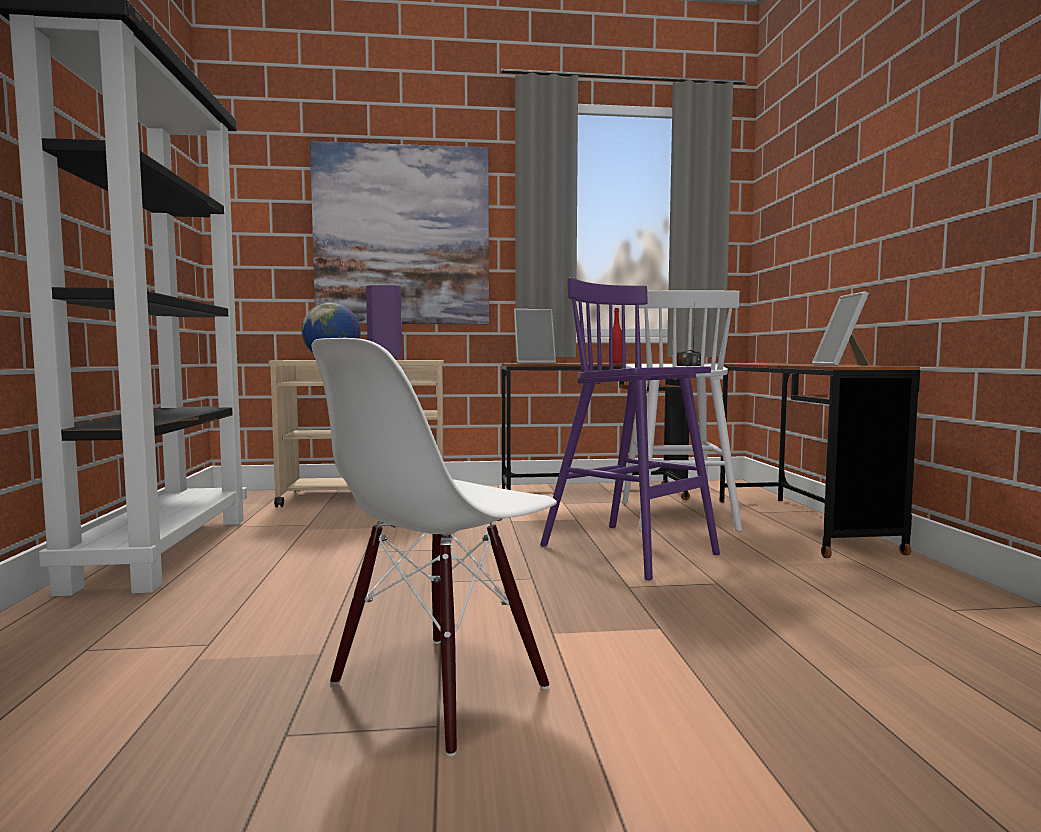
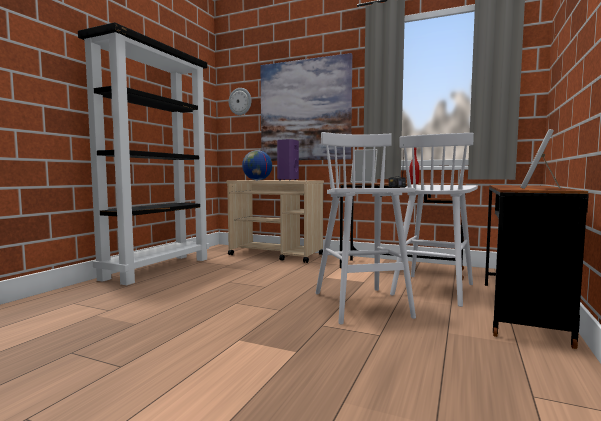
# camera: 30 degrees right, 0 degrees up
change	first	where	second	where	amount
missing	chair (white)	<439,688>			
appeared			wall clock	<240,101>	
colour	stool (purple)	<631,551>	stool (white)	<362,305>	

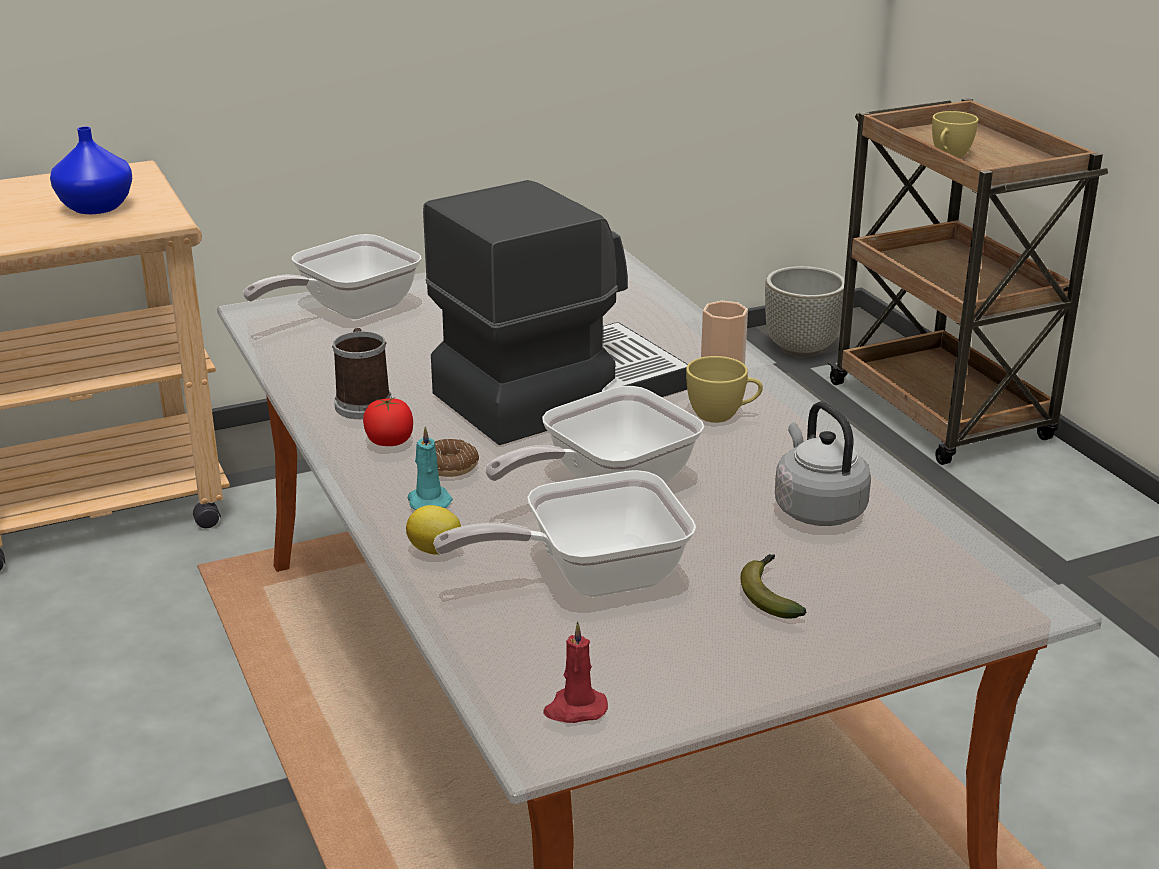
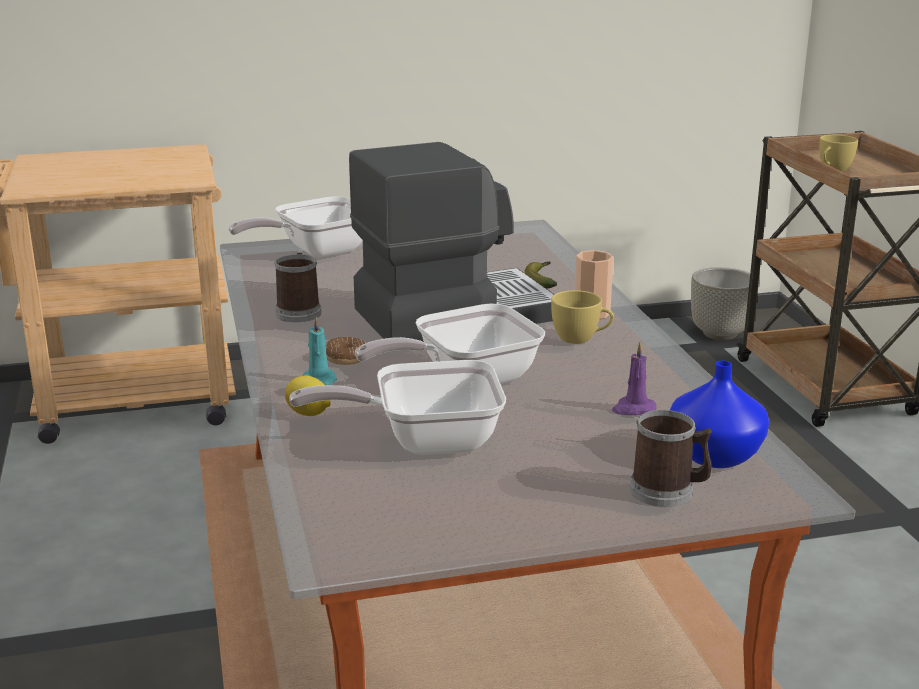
# camera: 10 degrees right, 5 degrees down
change	first	where	second	where	amount
missing	tomato	<389,442>			
missing	candle (red)	<575,709>			
appeared			mug	<668,491>	
relocated	vase (blue)	<97,207>		<715,455>	
relocated	banana	<770,594>		<542,280>	
exchanged	kettle (grey)	<817,508>	candle (purple)	<633,409>	

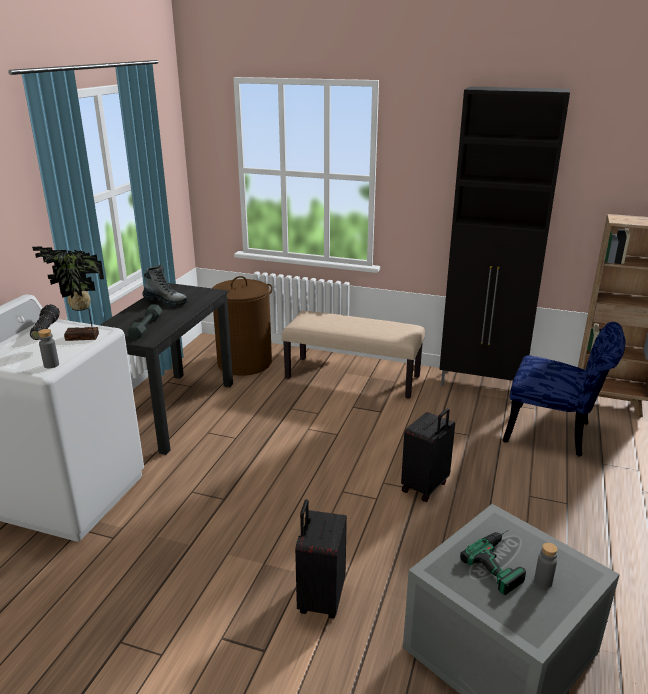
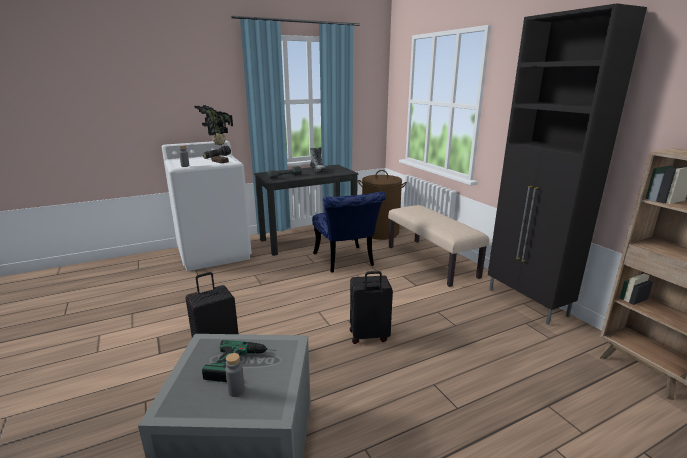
# camera: 45 degrees right, 5 degrees down
change	first	where	second	where	amount
relocated	chair (blue)	<555,434>		<346,262>	

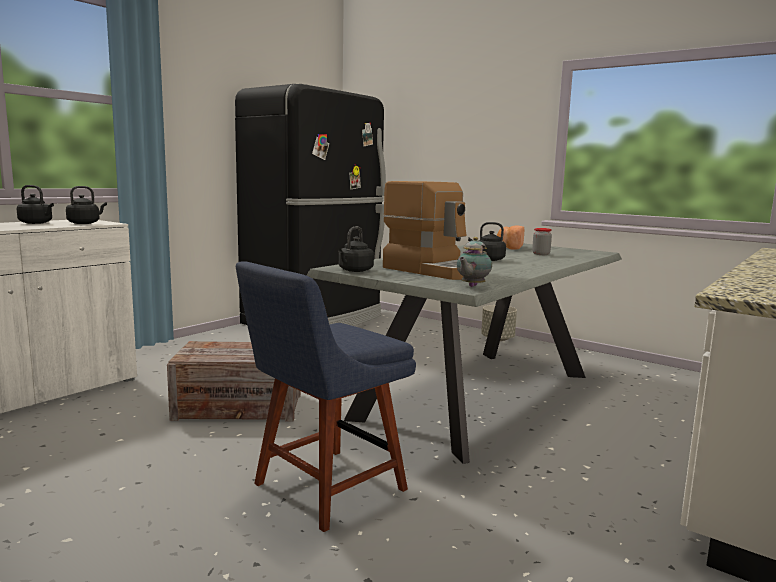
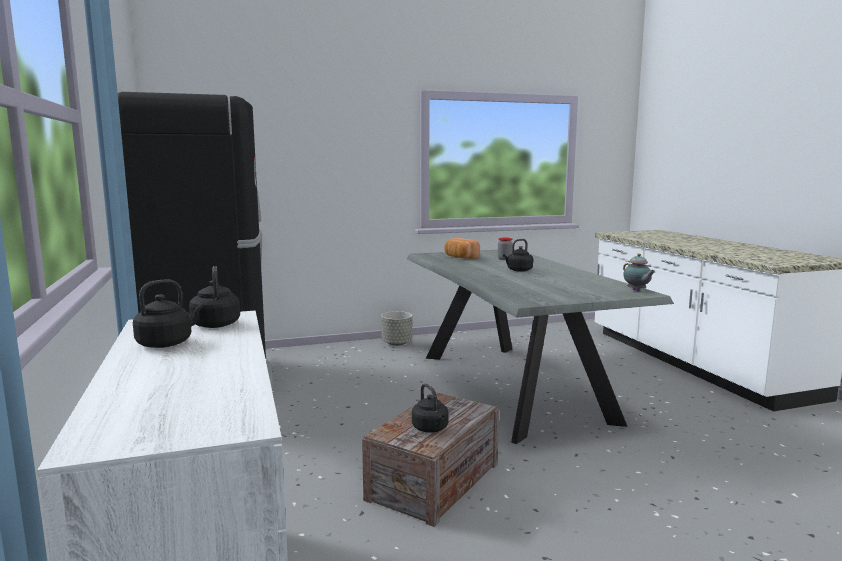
# camera: 55 degrees left, 0 degrees up
change	first	where	second	where	amount
missing	chair (blue)	<324,489>			
missing	coffee machine	<435,270>			
relocated	kettle (black)	<354,270>		<431,429>	

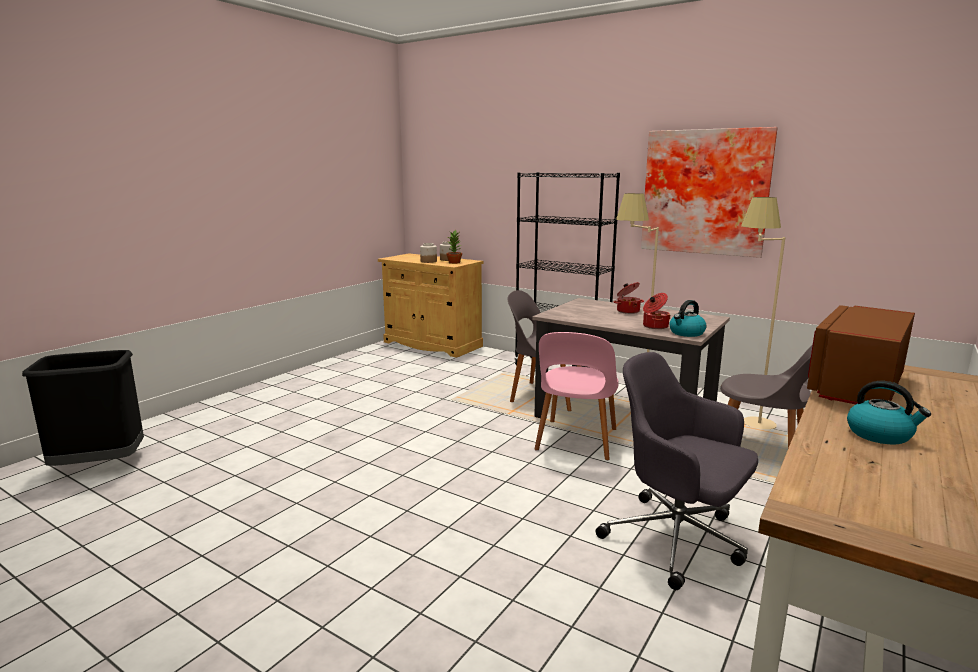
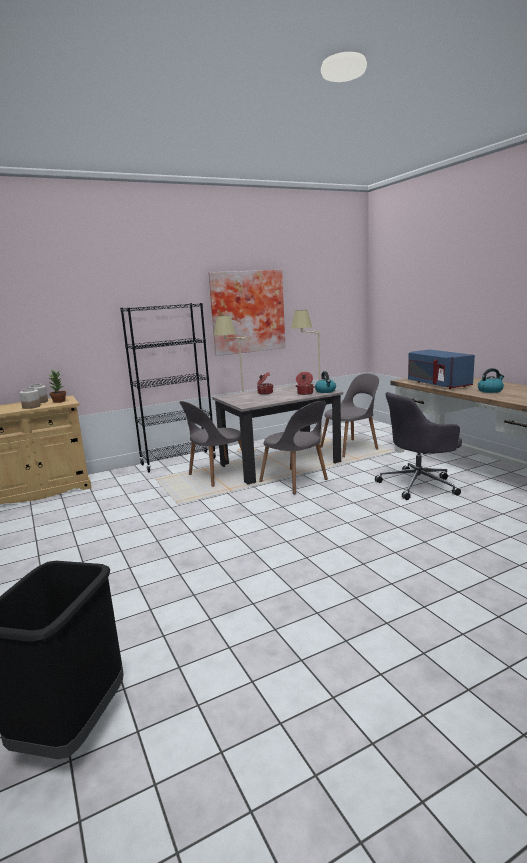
# camera: 60 degrees left, 0 degrees up
change	first	where	second	where	amount
colour	chair (pink)	<576,441>	chair (grey)	<295,481>	
colour	microwave (brown)	<854,387>	microwave (blue)	<437,384>	

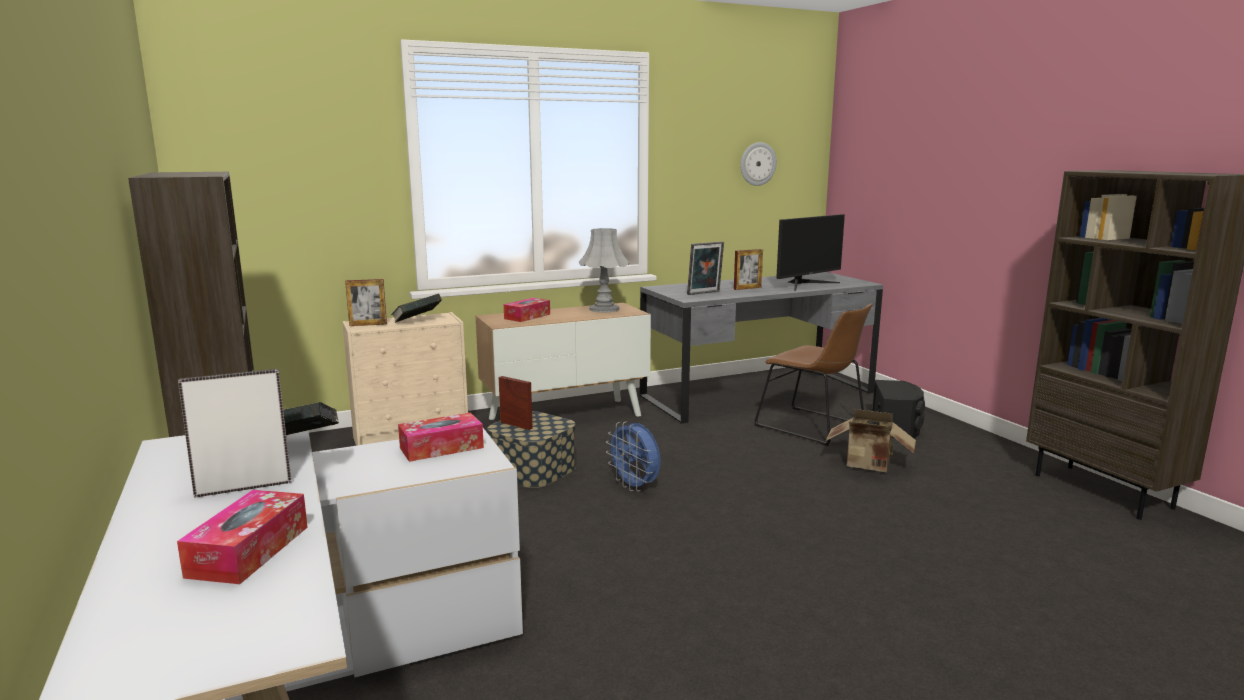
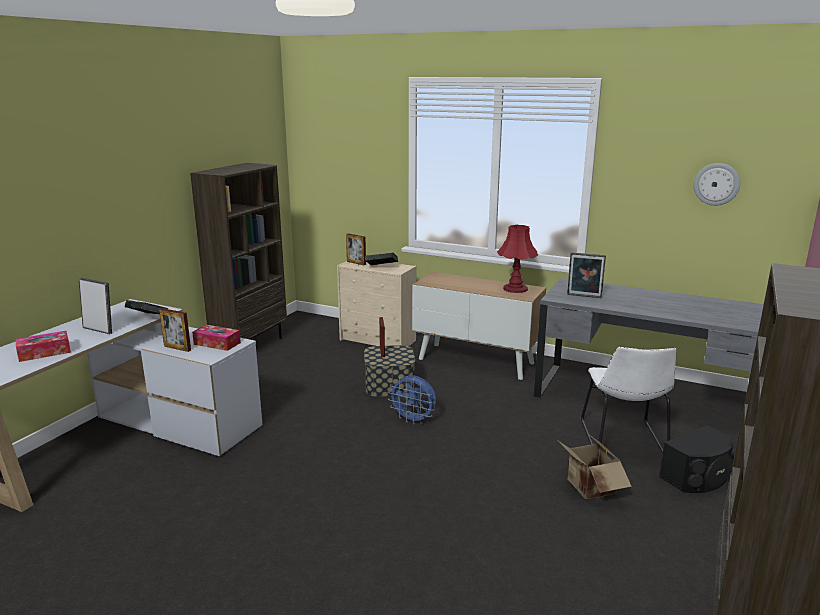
# camera: 50 degrees right, 5 degrees up
change	first	where	second	where	amount
missing	tissue box	<527,316>			
missing	monitor	<805,284>			
relocated	picture frame	<747,288>		<177,348>	
colour	table lamp (grey)	<604,309>	table lamp (red)	<515,289>	
colour	chair (brown)	<813,427>	chair (white)	<623,443>	
spun	fan (blue)	<635,487>		<413,420>	75 degrees counterclockwise

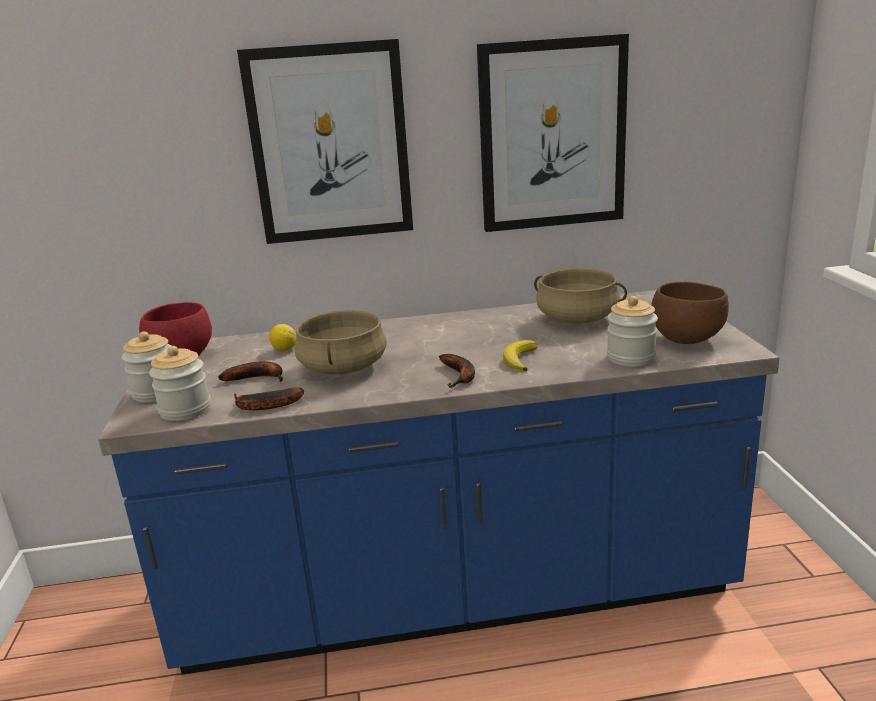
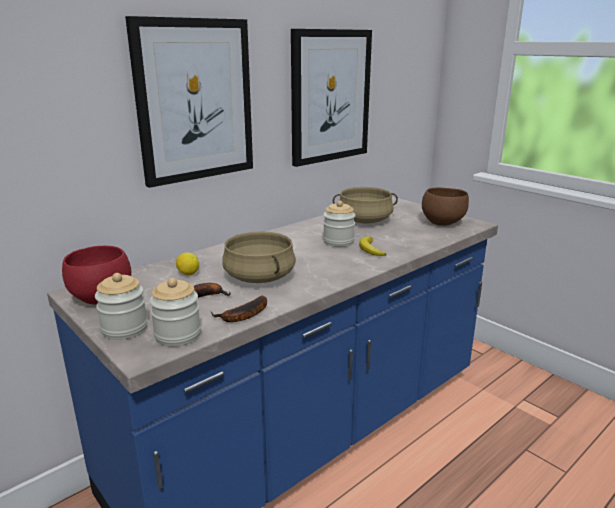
# camera: 35 degrees left, 0 degrees up
change	first	where	second	where	amount
missing	banana	<460,375>			
relocated	jar	<631,358>		<338,241>	

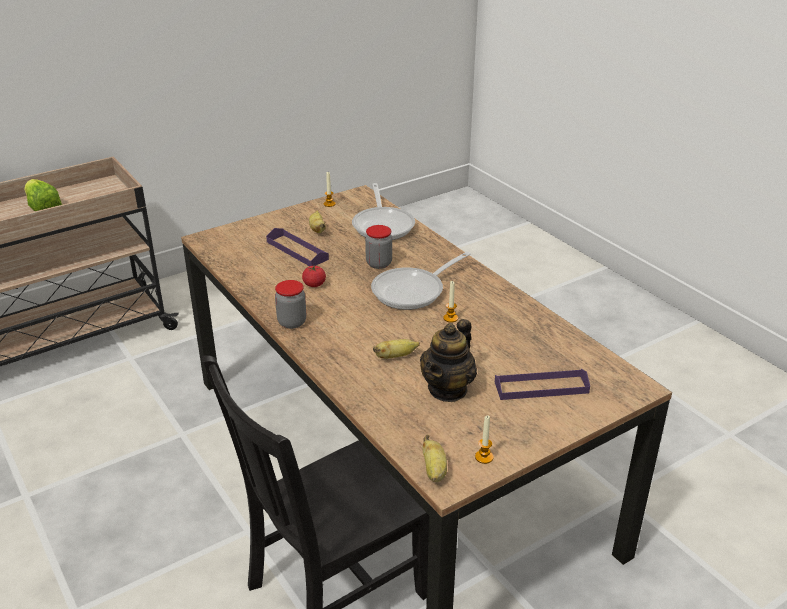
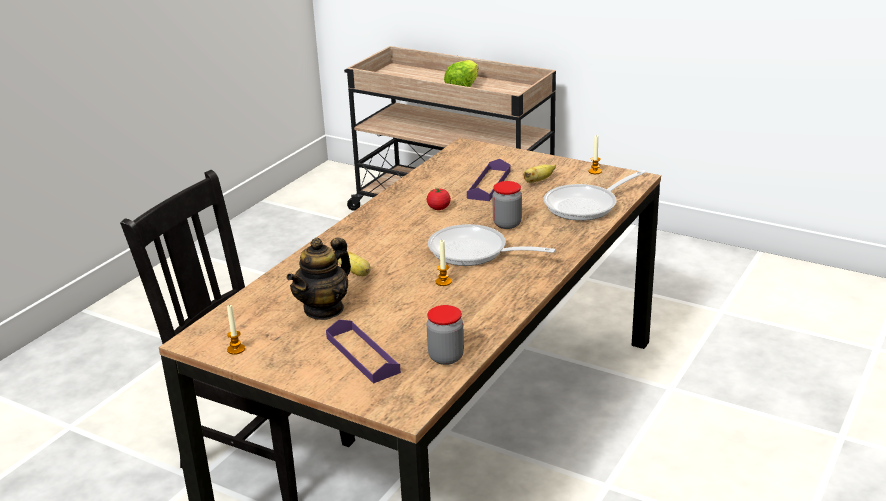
# camera: 65 degrees right, 5 degrees down
change	first	where	second	where	amount
missing	banana	<434,471>			
relocated	jar	<292,322>		<446,357>	
spun	teapot	<448,389>		<324,309>	60 degrees counterclockwise

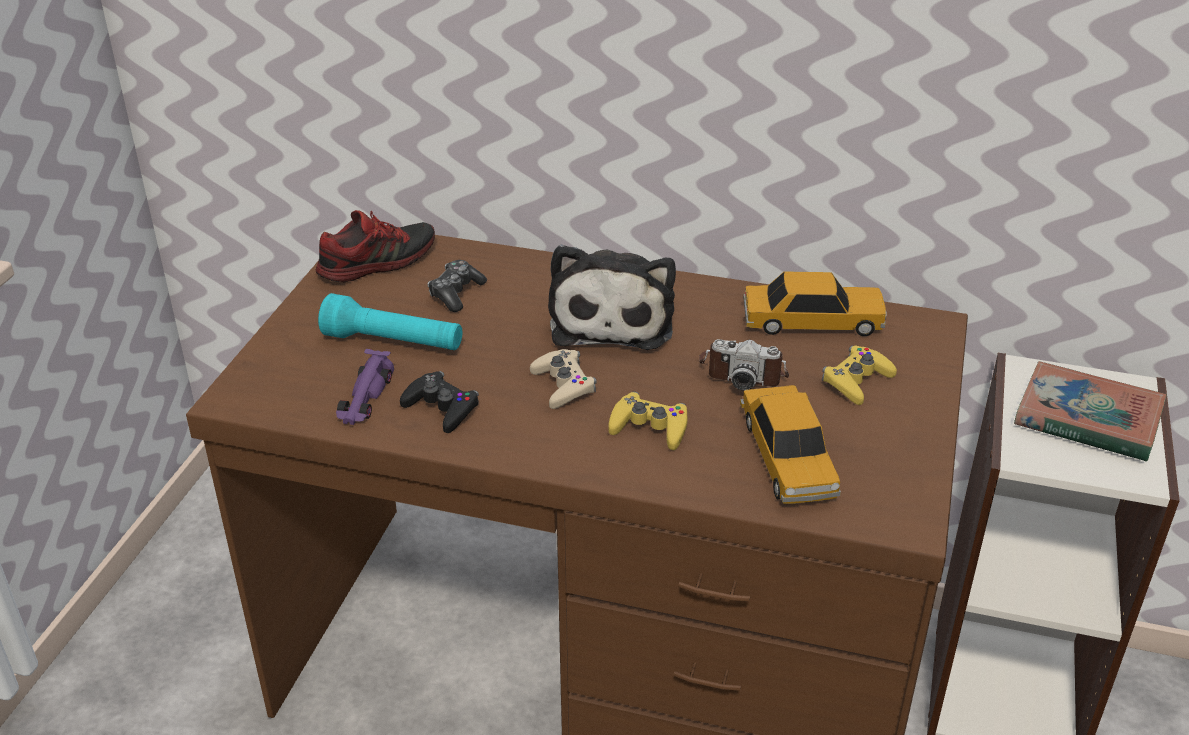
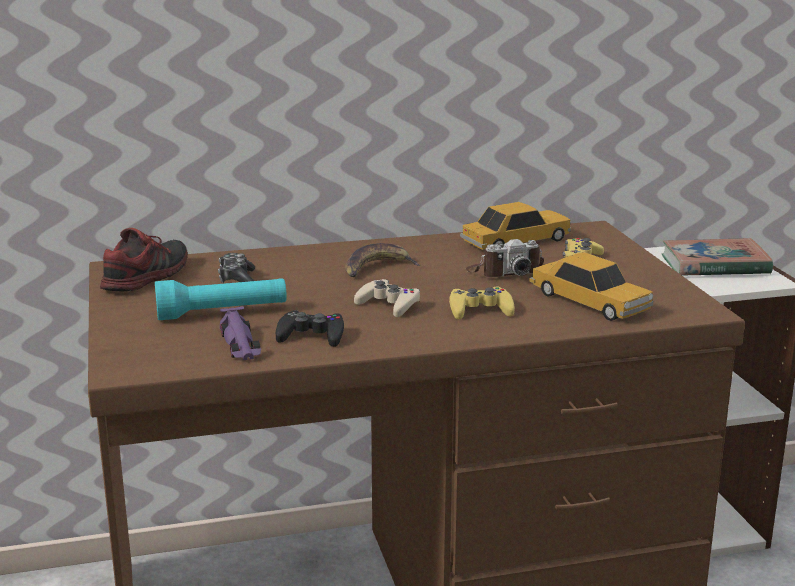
# camera: 30 degrees left, 15 degrees down
change	first	where	second	where	amount
exchanged	plush toy	<612,319>	banana	<377,267>	

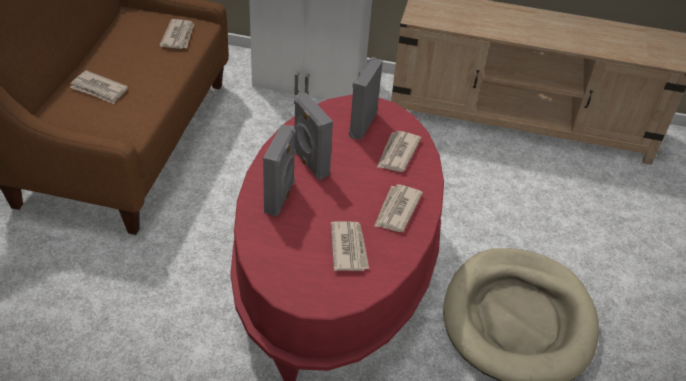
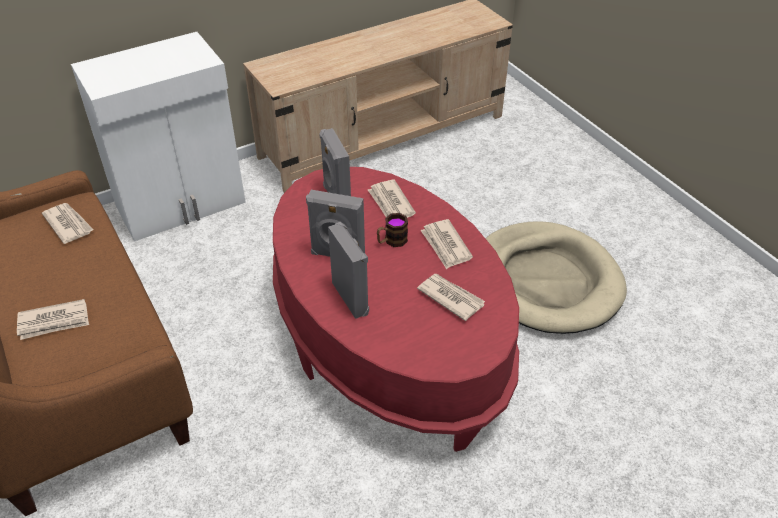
# camera: 40 degrees left, 0 degrees up
change	first	where	second	where	amount
appeared			mug	<391,241>	

